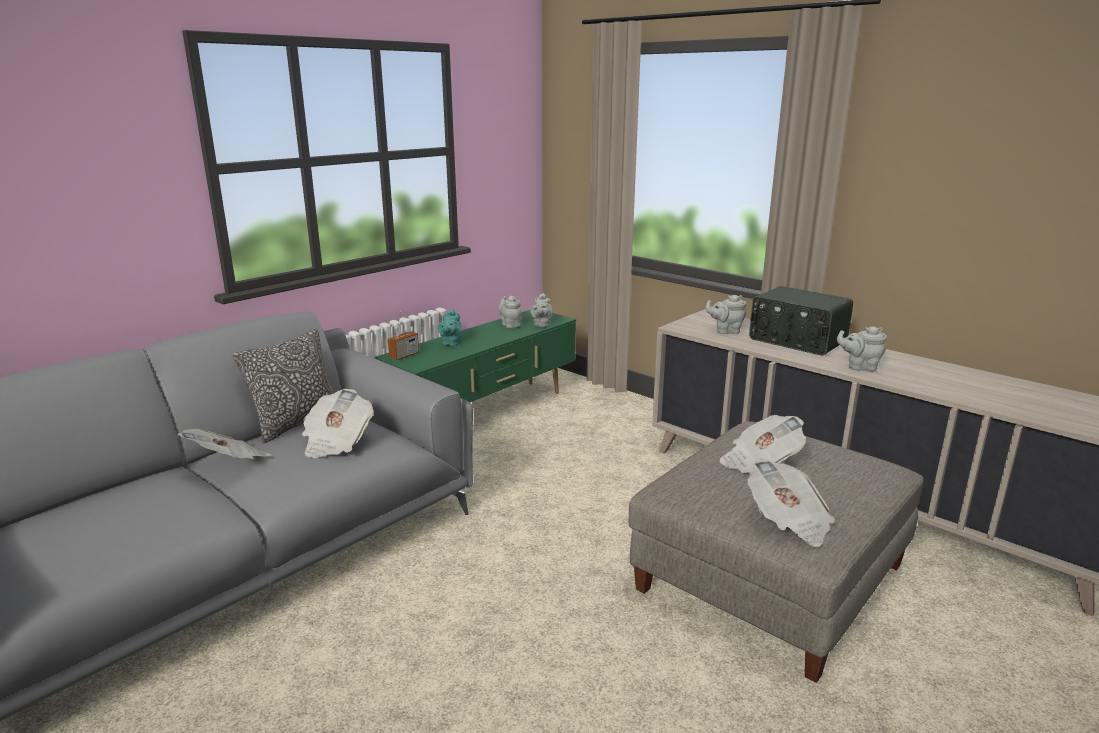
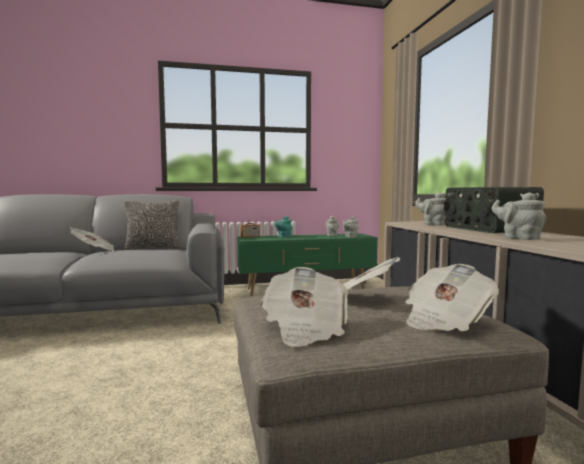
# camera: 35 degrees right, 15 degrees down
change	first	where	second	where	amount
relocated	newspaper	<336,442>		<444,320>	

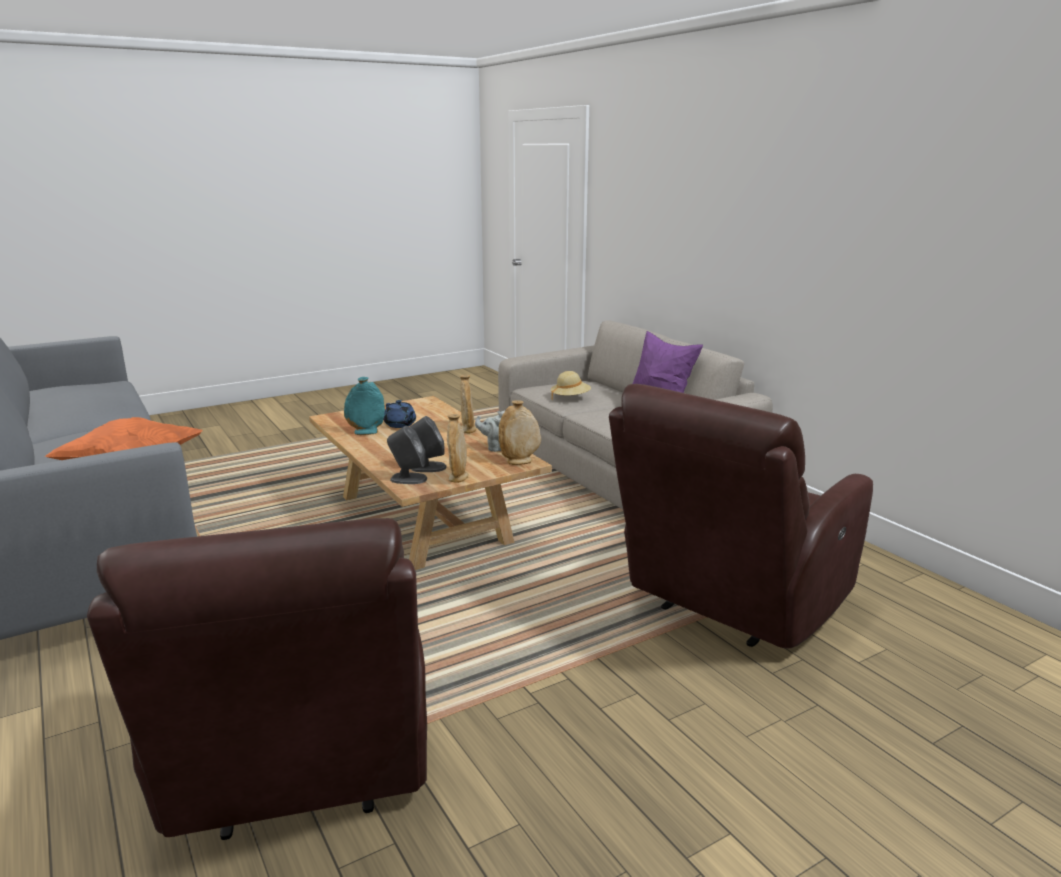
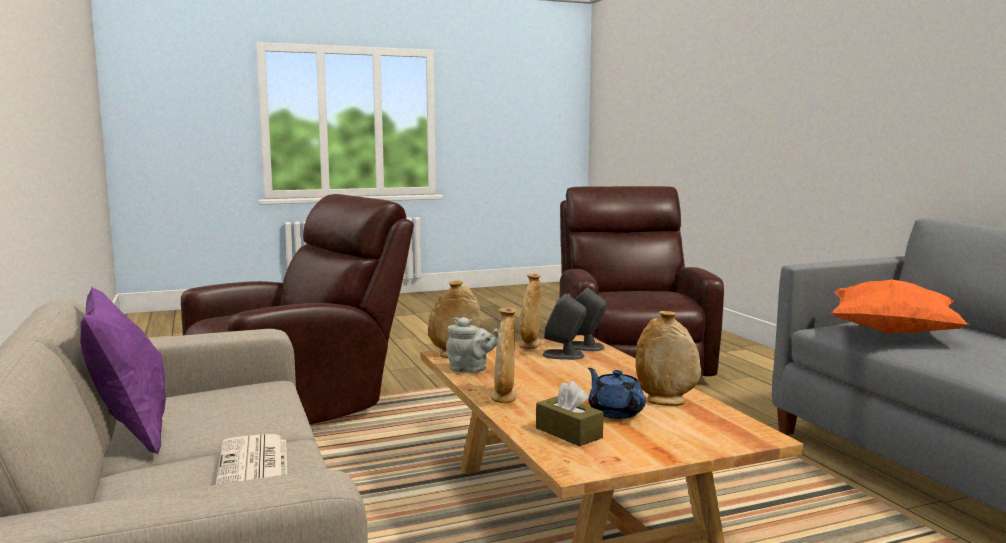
# camera: 170 degrees left, 10 degrees down
change	first	where	second	where	amount
appeared			tissue box (brown)	<568,433>	
exchanged	hat (beige)	<570,398>	newspaper	<254,466>	
colour	vase (turquoise)	<366,432>	vase (beige)	<666,402>	

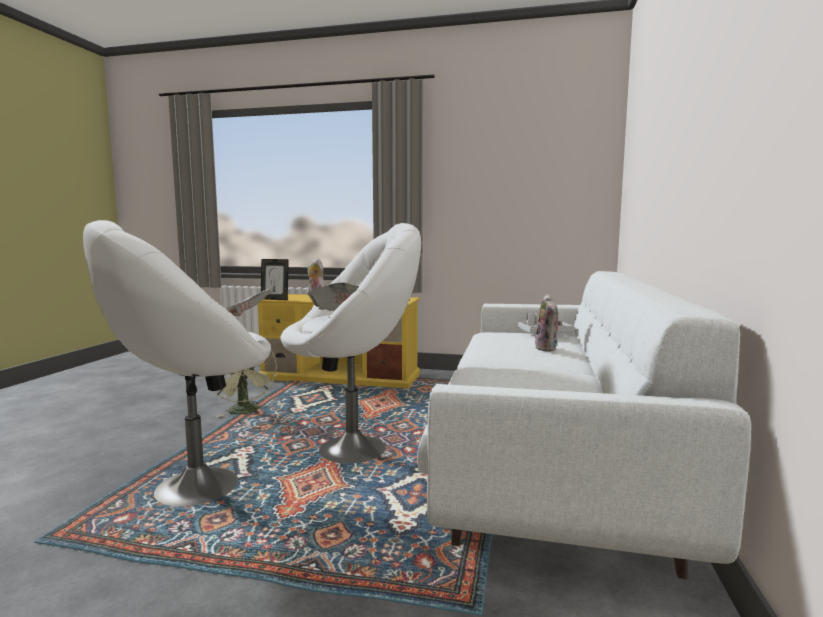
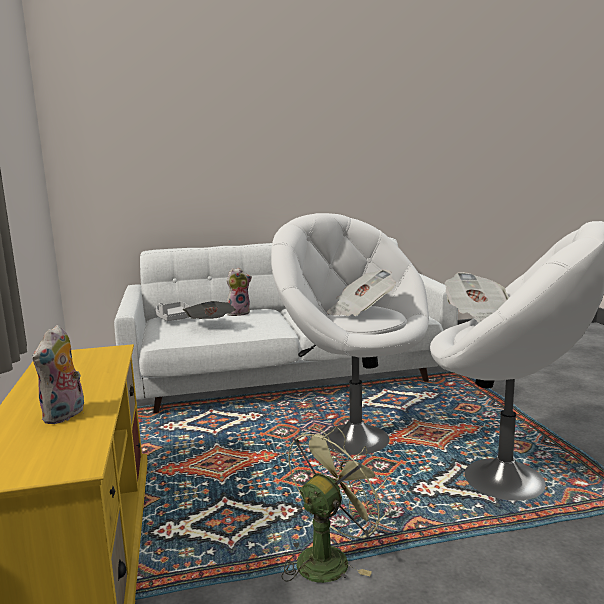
# camera: 115 degrees left, 5 degrees up
change	first	where	second	where	amount
missing	picture frame	<275,299>			
appeared			newspaper	<211,325>	

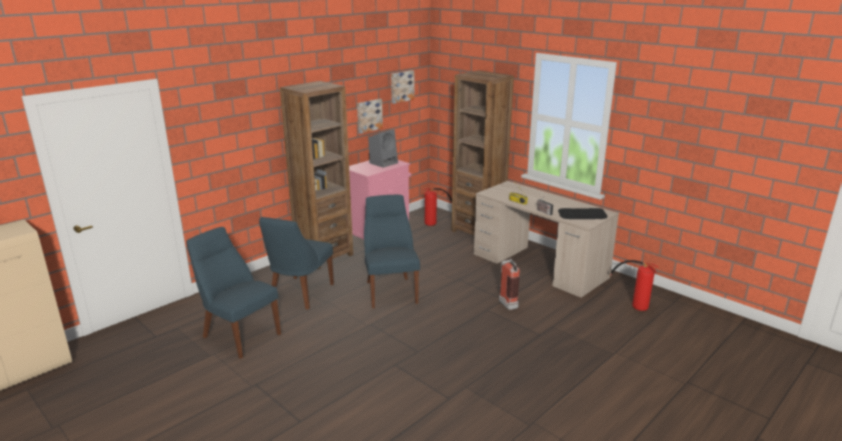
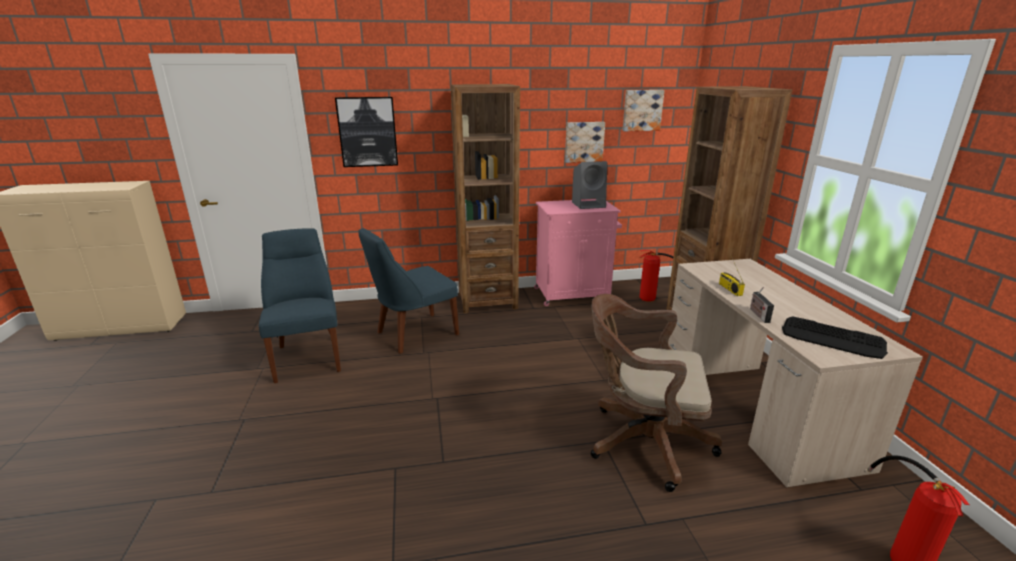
# camera: 35 degrees right, 0 degrees up
change	first	where	second	where	amount
missing	chair (blue)	<390,291>			
appeared			picture	<367,132>	
exchanged	fire extinguisher	<506,303>	office chair (brown)	<642,441>	

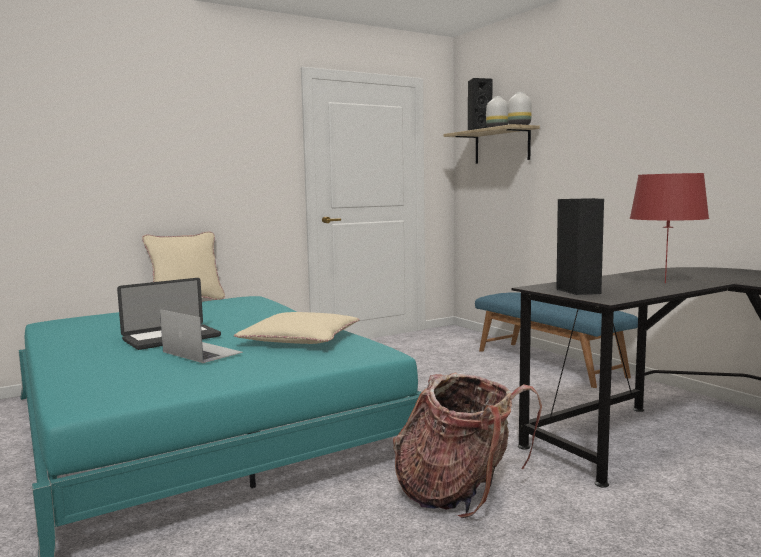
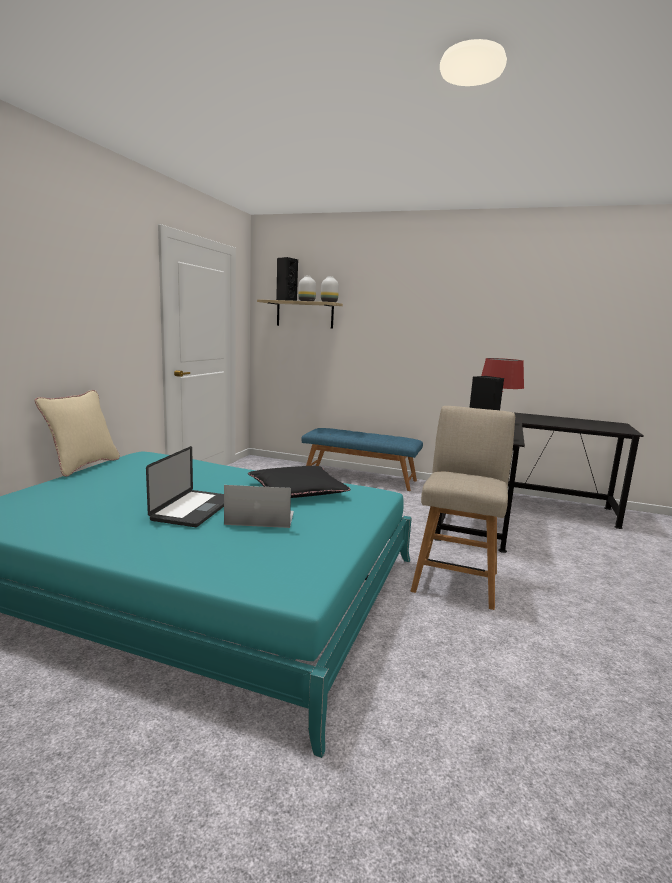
# camera: 40 degrees left, 5 degrees up
change	first	where	second	where	amount
exchanged	backpack	<459,494>	chair (beige)	<456,579>	
colour	pillow (beige)	<300,339>	pillow (black)	<297,491>	

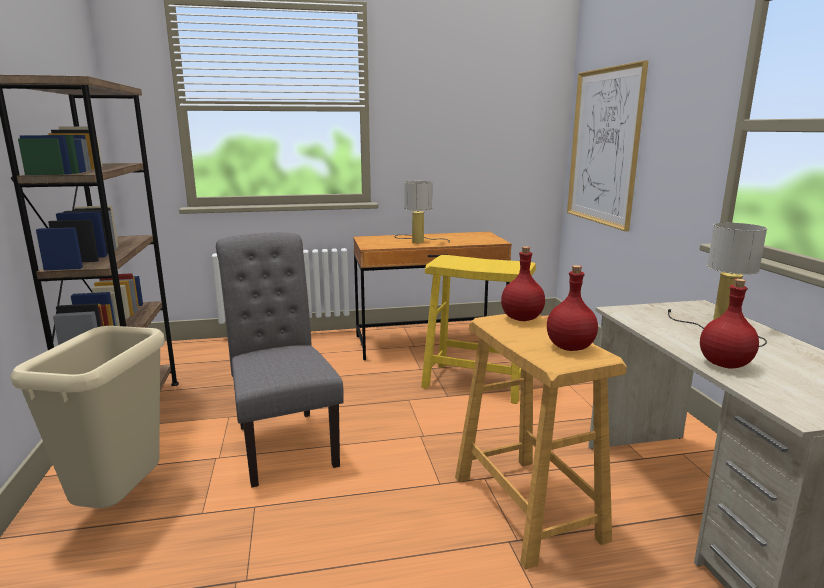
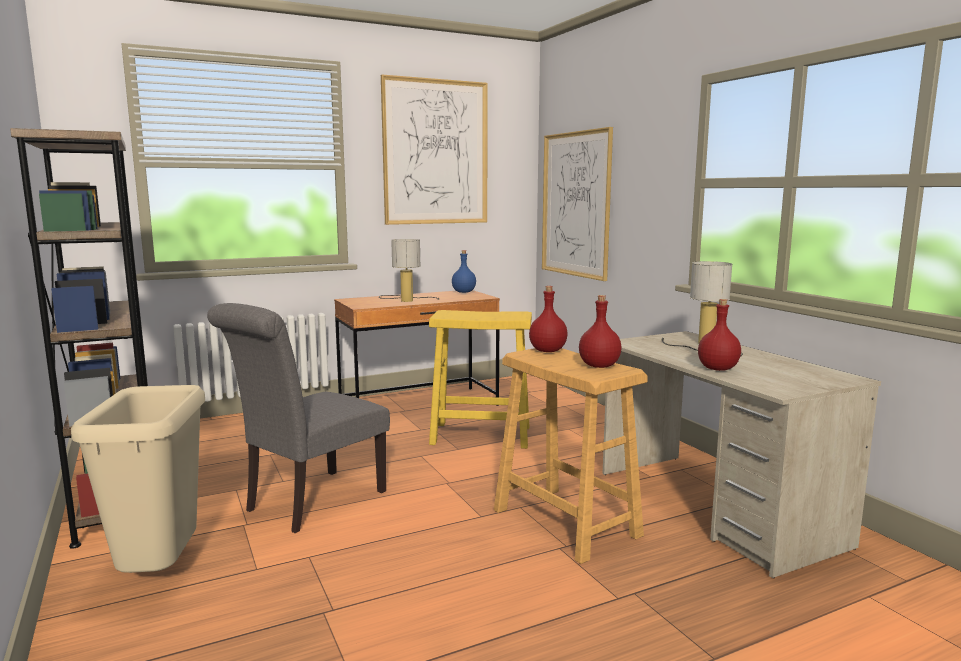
# camera: 15 degrees left, 5 degrees down
change	first	where	second	where	amount
appeared			picture	<436,152>	
appeared			bottle (blue)	<464,292>	
spun	chair (grey)	<283,441>		<309,503>	105 degrees counterclockwise

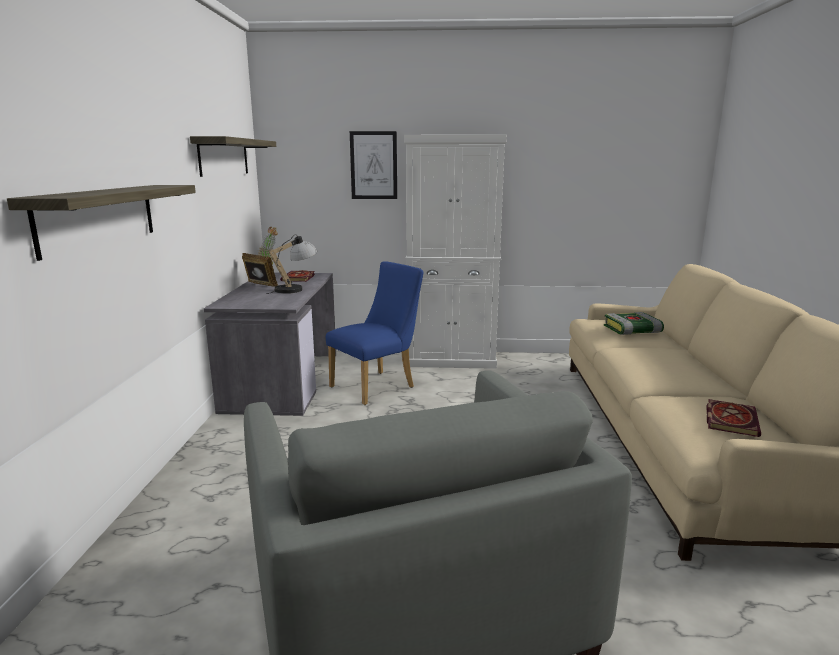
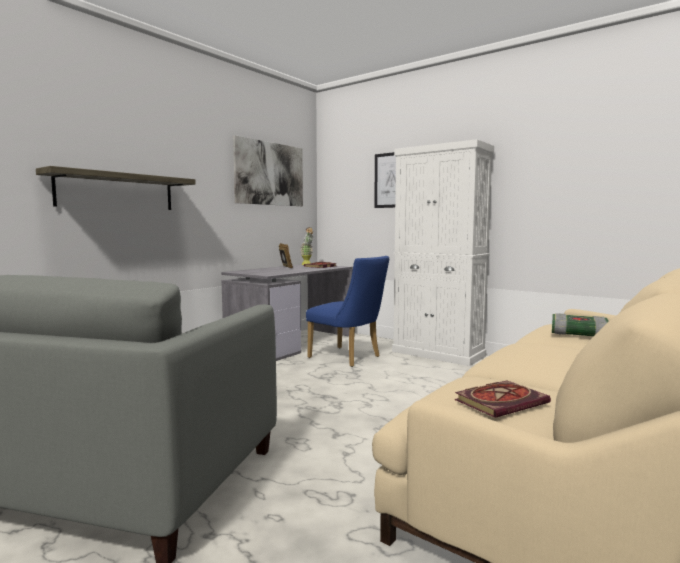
# camera: 35 degrees right, 10 degrees down
change	first	where	second	where	amount
missing	table lamp	<295,289>			
exchanged	shelf	<224,157>	picture	<270,173>	
spun	chair (blue)	<377,386>		<348,358>	45 degrees clockwise

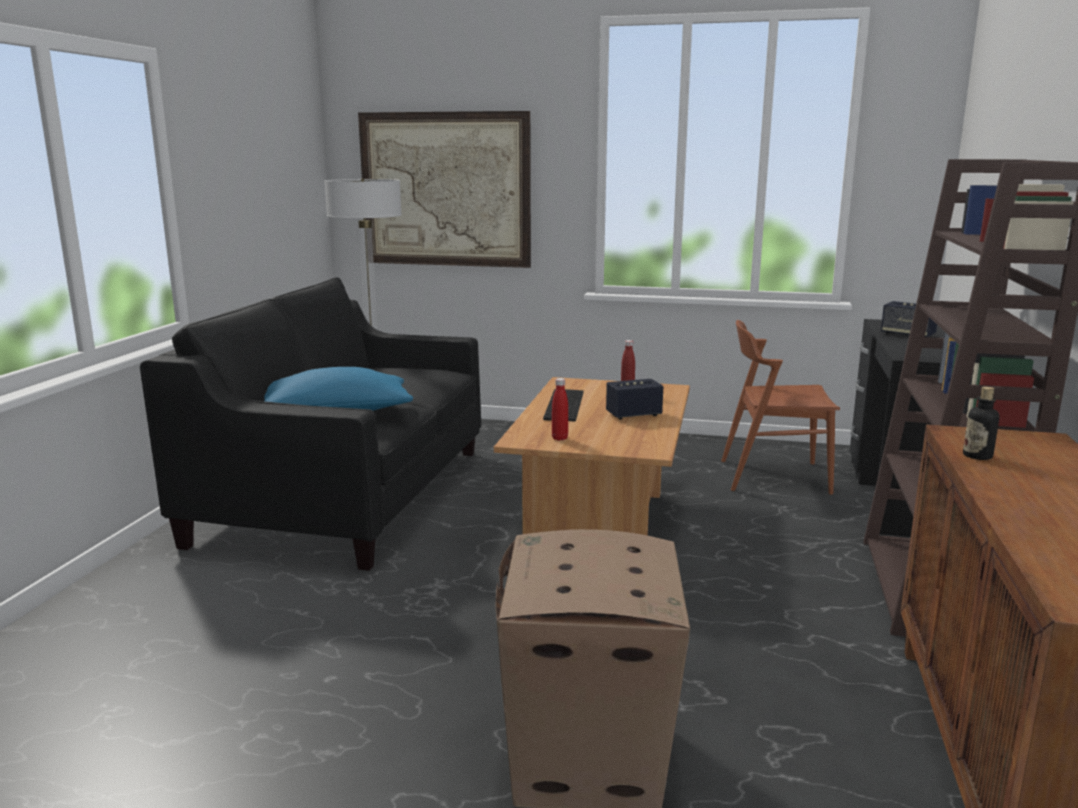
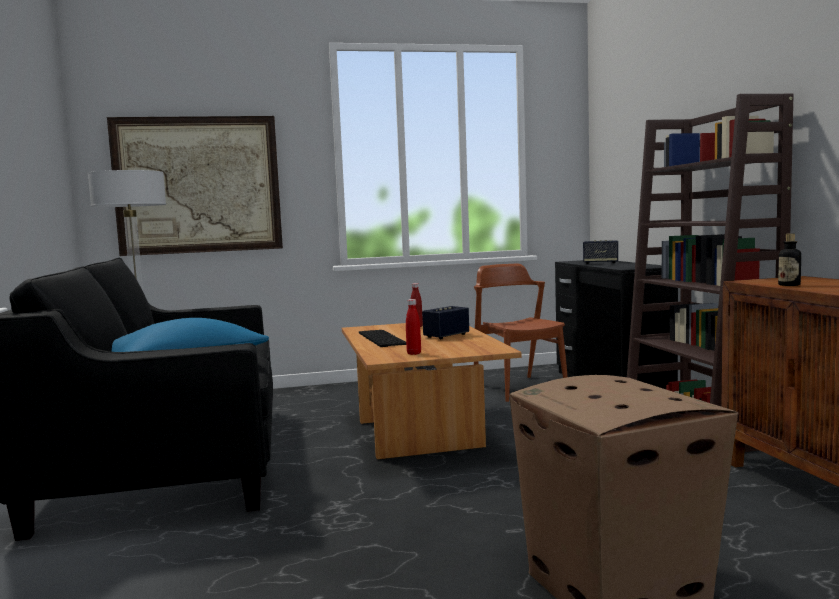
# camera: 25 degrees left, 10 degrees down
change	first	where	second	where	amount
spun	chair (brown)	<773,476>		<519,388>	90 degrees clockwise

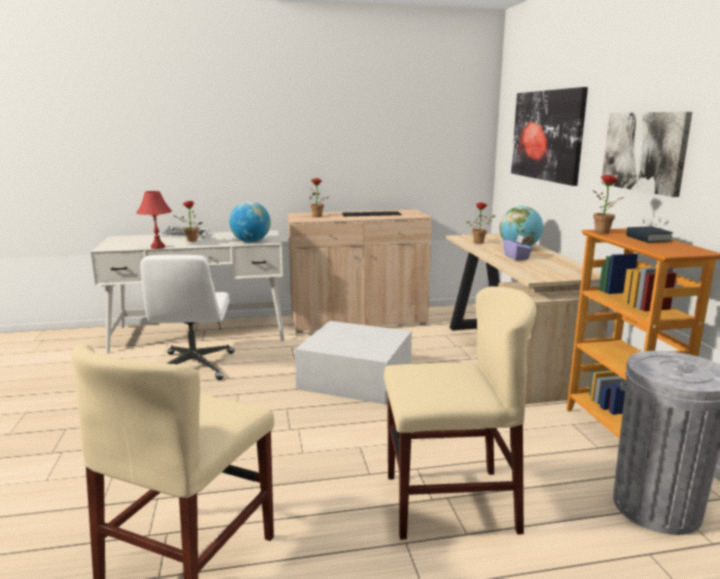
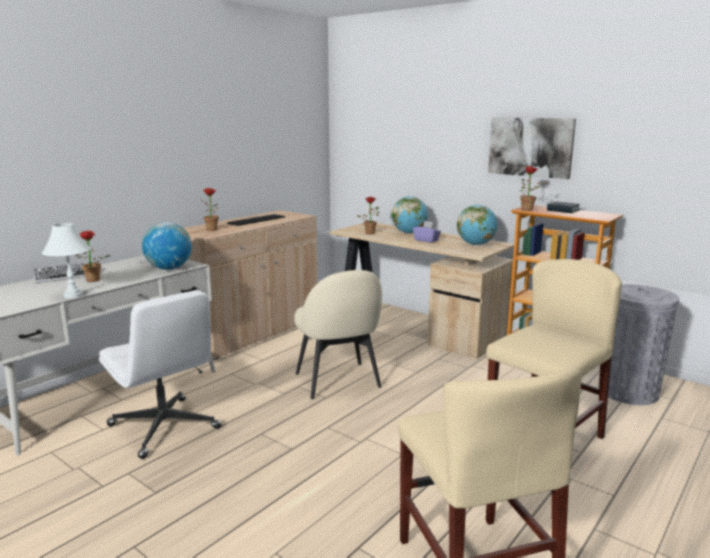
# camera: 40 degrees left, 0 degrees up
change	first	where	second	where	amount
missing	picture	<547,135>			
appeared			globe	<476,244>	
exchanged	storage box (white)	<355,378>	chair (beige)	<338,381>	
colour	table lamp (red)	<157,247>	table lamp (white)	<72,295>	

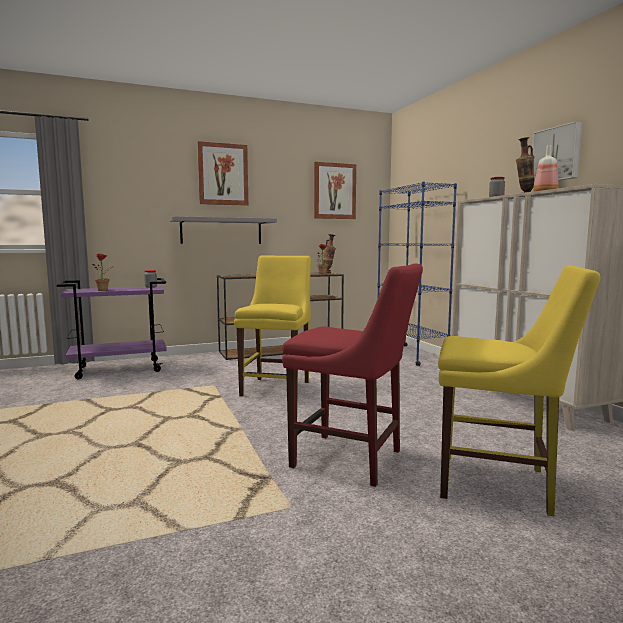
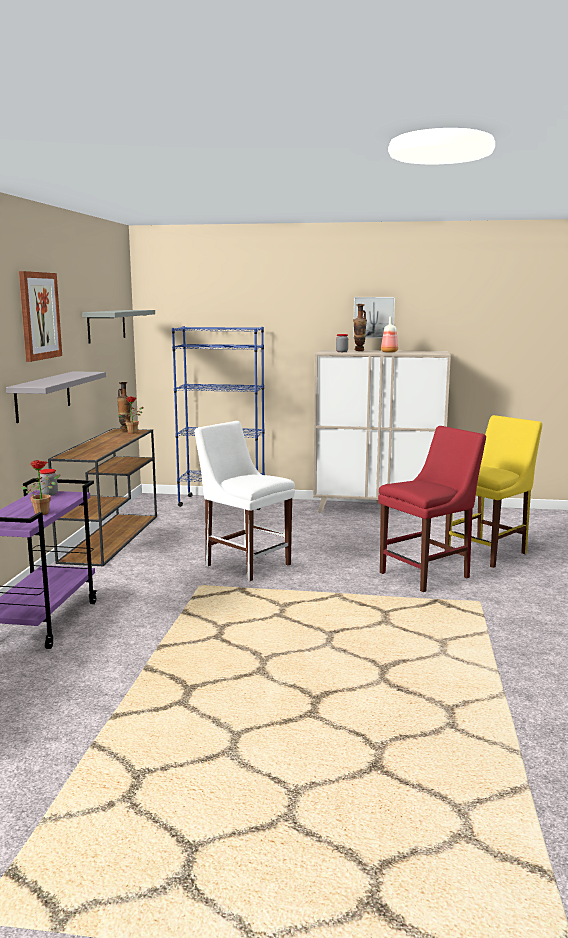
# camera: 60 degrees left, 5 degrees up
change	first	where	second	where	amount
exchanged	picture	<334,191>	shelf (grey)	<106,325>	
colour	chair (yellow)	<277,387>	chair (white)	<245,564>	

